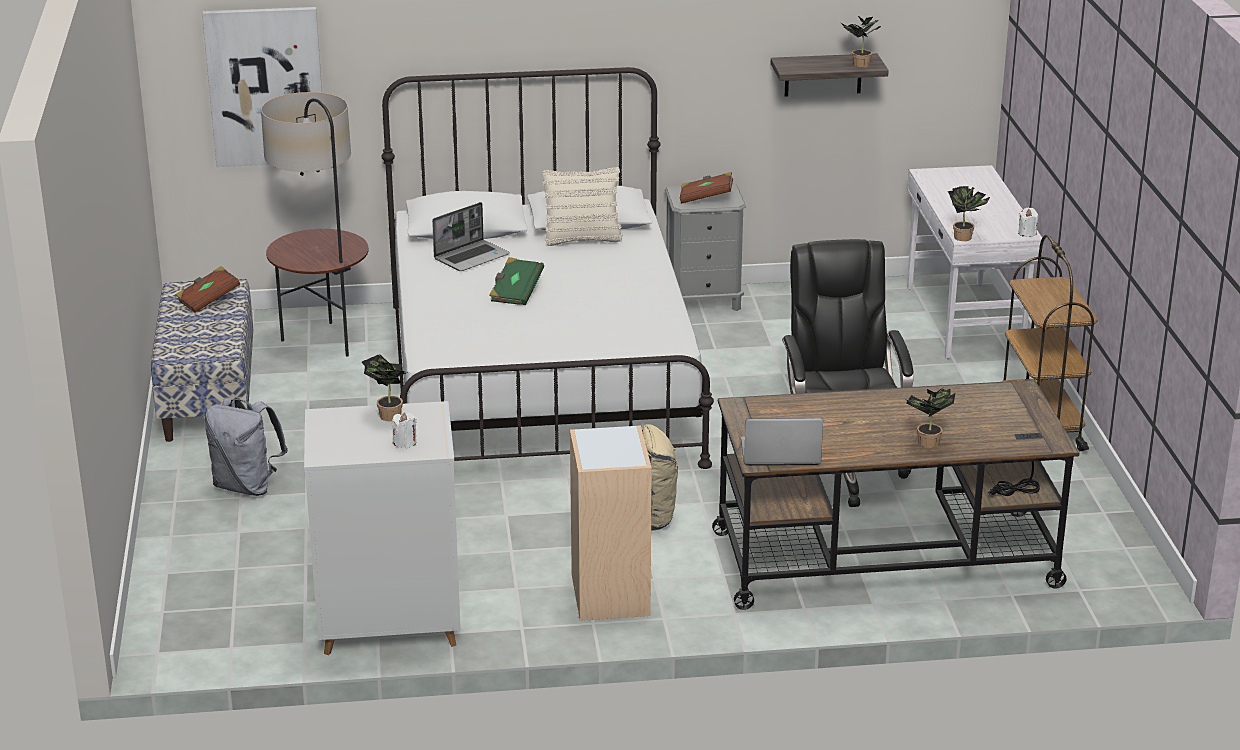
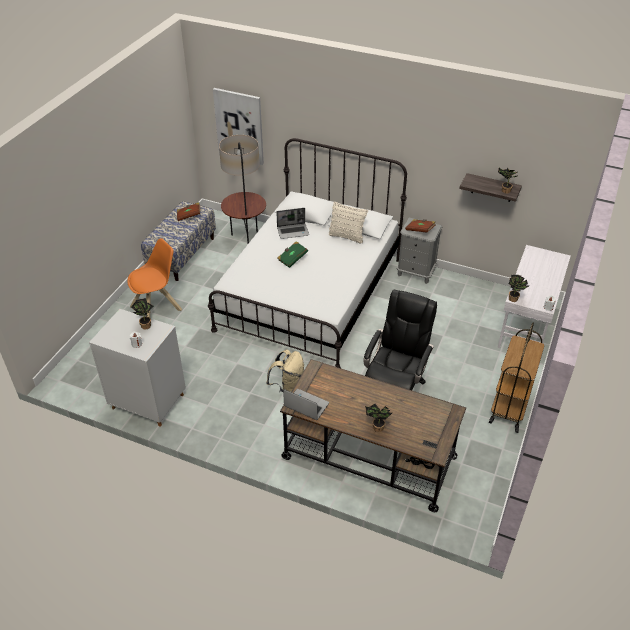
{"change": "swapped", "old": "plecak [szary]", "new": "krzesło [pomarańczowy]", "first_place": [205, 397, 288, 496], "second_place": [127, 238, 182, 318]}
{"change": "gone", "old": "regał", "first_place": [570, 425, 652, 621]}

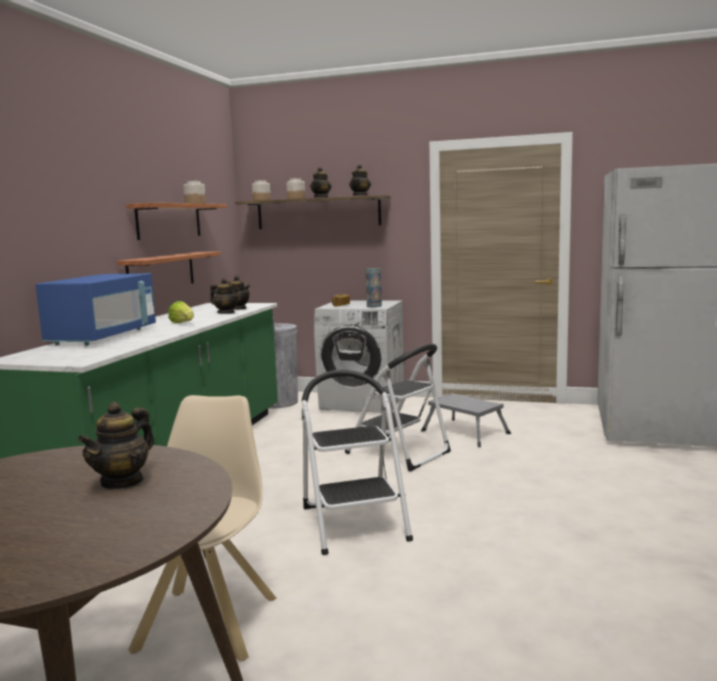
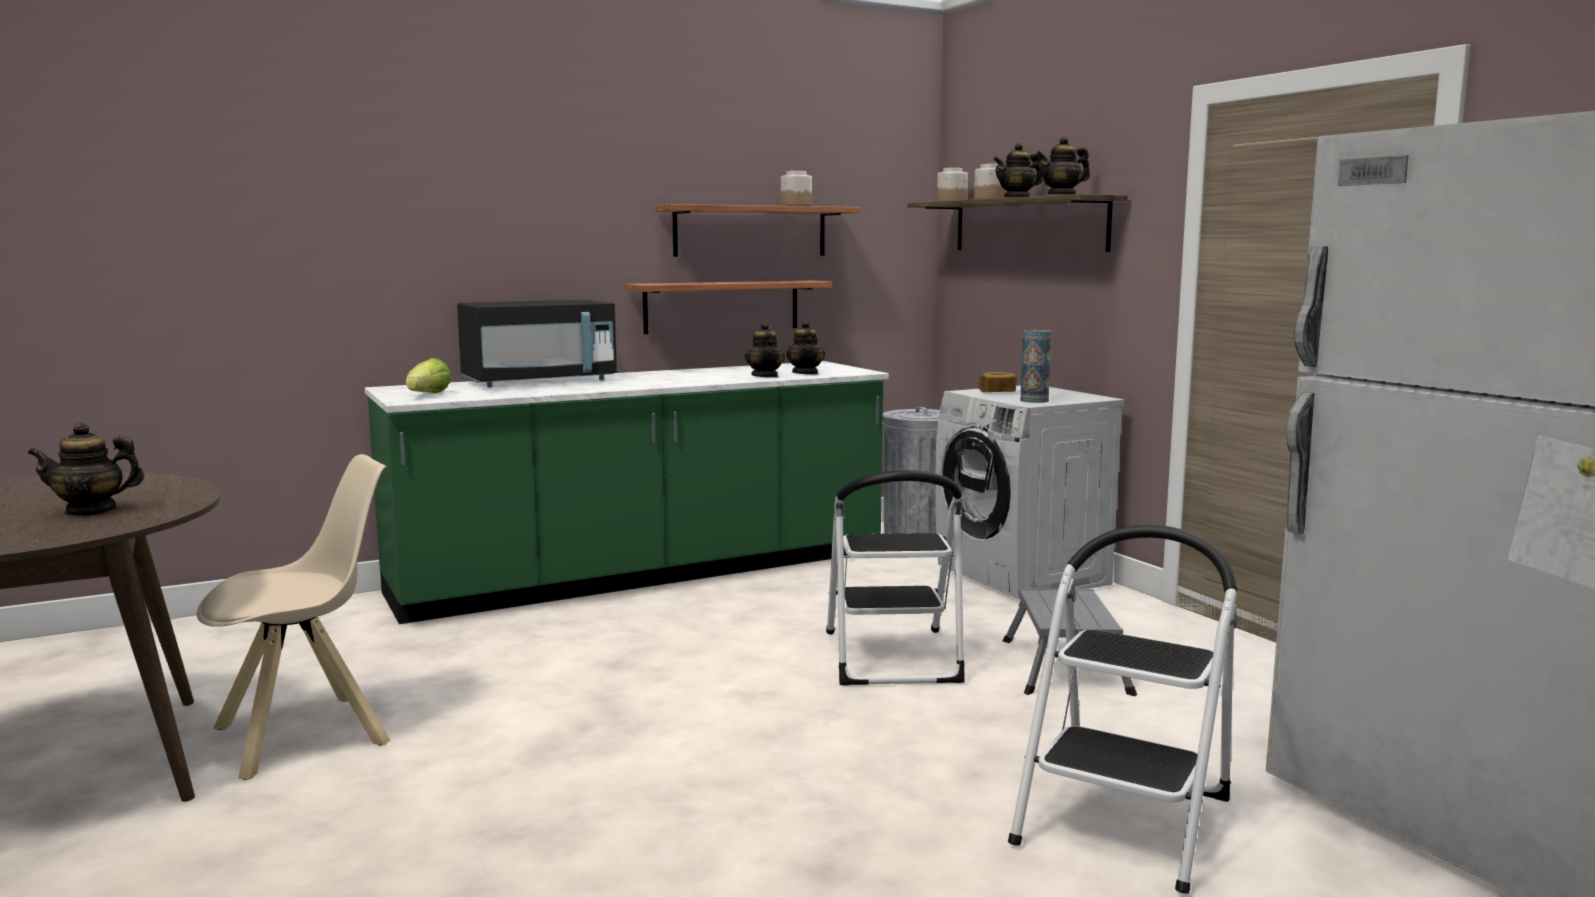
{"change": "shifted", "old": "sałata", "first_place": [168, 301, 194, 323], "second_place": [406, 358, 452, 393]}
{"change": "repainted", "old": "mikrofalówka [niebieski]", "new": "mikrofalówka [czarny]", "first_place": [36, 273, 156, 346], "second_place": [457, 300, 617, 387]}
{"change": "shifted", "old": "drabinka", "first_place": [302, 370, 413, 555], "second_place": [1008, 525, 1237, 894]}

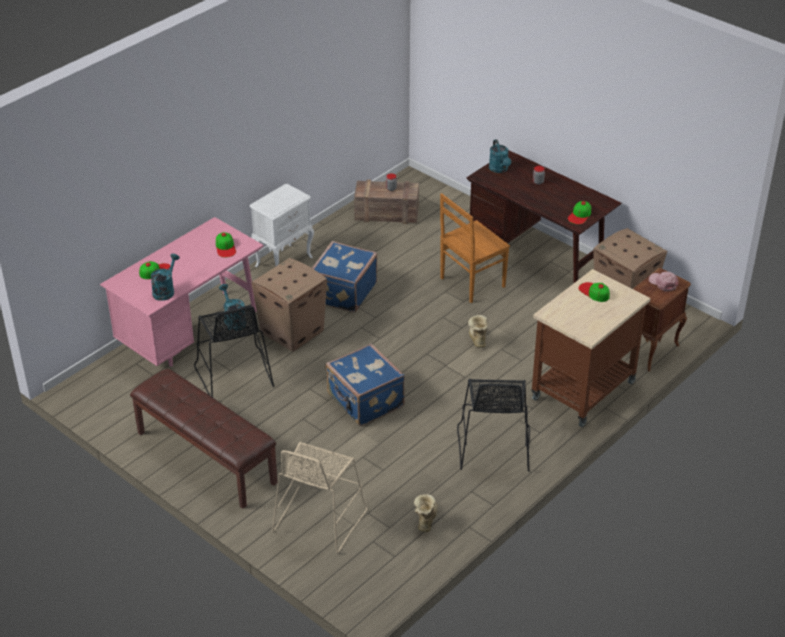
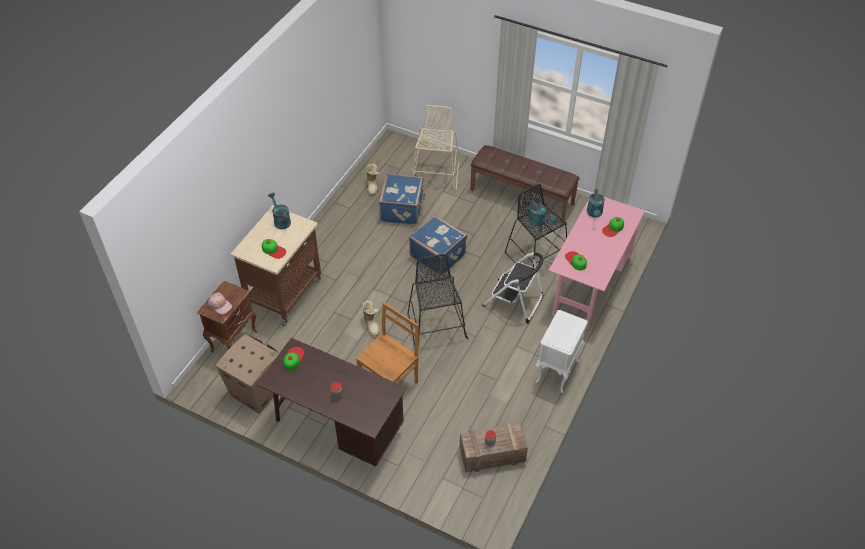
{"change": "shifted", "old": "konewka [turkusowy]", "first_place": [489, 139, 511, 173], "second_place": [268, 193, 291, 229]}
{"change": "shifted", "old": "walizka [niebieski]", "first_place": [312, 241, 377, 312], "second_place": [379, 173, 426, 225]}
{"change": "shifted", "old": "stołek [czarny]", "first_place": [457, 379, 530, 472], "second_place": [408, 254, 468, 347]}
{"change": "swapped", "old": "karton", "new": "drabinka", "first_place": [251, 258, 327, 352], "second_place": [482, 252, 544, 324]}

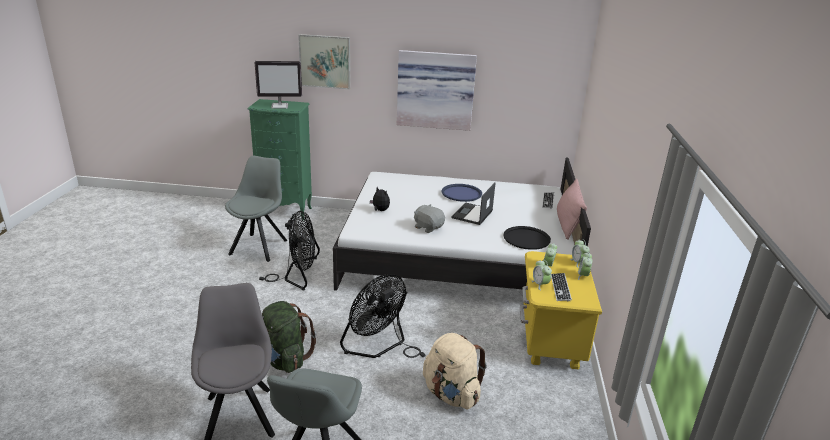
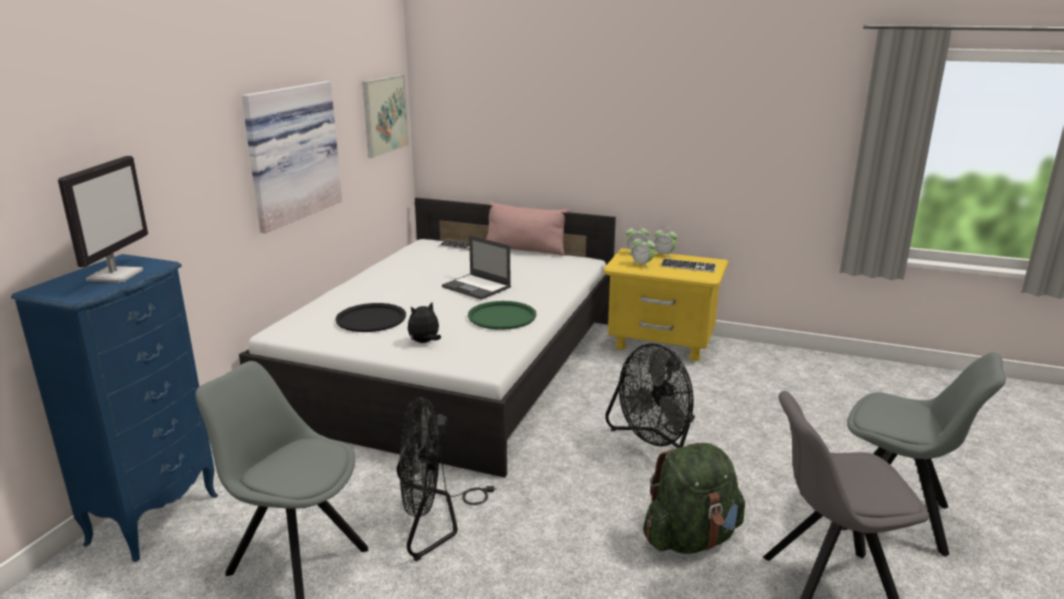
{"change": "repainted", "old": "komoda [zielony]", "new": "komoda [niebieski]", "first_place": [248, 99, 312, 220], "second_place": [11, 254, 218, 562]}
{"change": "shifted", "old": "taca [czarny]", "first_place": [503, 226, 551, 250], "second_place": [335, 303, 406, 332]}
{"change": "shifted", "old": "obraz", "first_place": [298, 34, 350, 89], "second_place": [362, 75, 408, 158]}
{"change": "rotated", "old": "wentylator [czarny]", "first_place": [259, 211, 320, 291], "second_place": [397, 397, 496, 562], "degrees": -120}
{"change": "swapped", "old": "pluszak [szary]", "new": "taca [zielony]", "first_place": [414, 204, 445, 233], "second_place": [468, 301, 536, 330]}
{"change": "gone", "old": "plecak [beżowy]", "first_place": [423, 333, 487, 409]}
{"change": "gone", "old": "taca [niebieski]", "first_place": [442, 184, 482, 202]}
{"change": "gone", "old": "budzik", "first_place": [531, 260, 552, 291]}

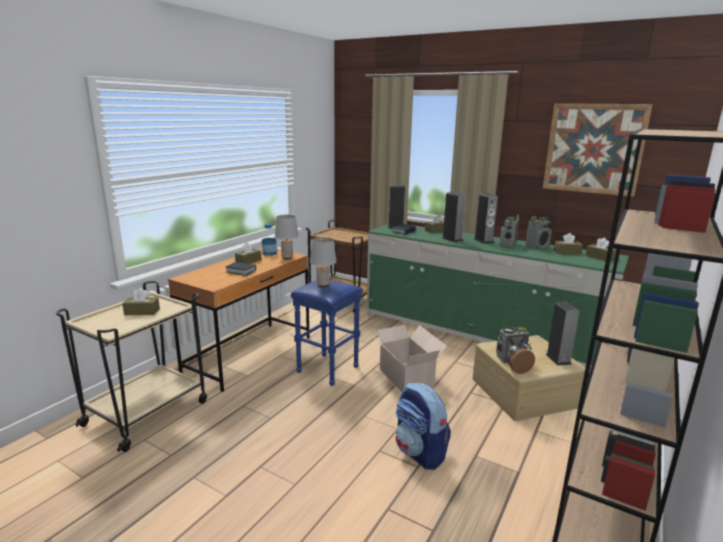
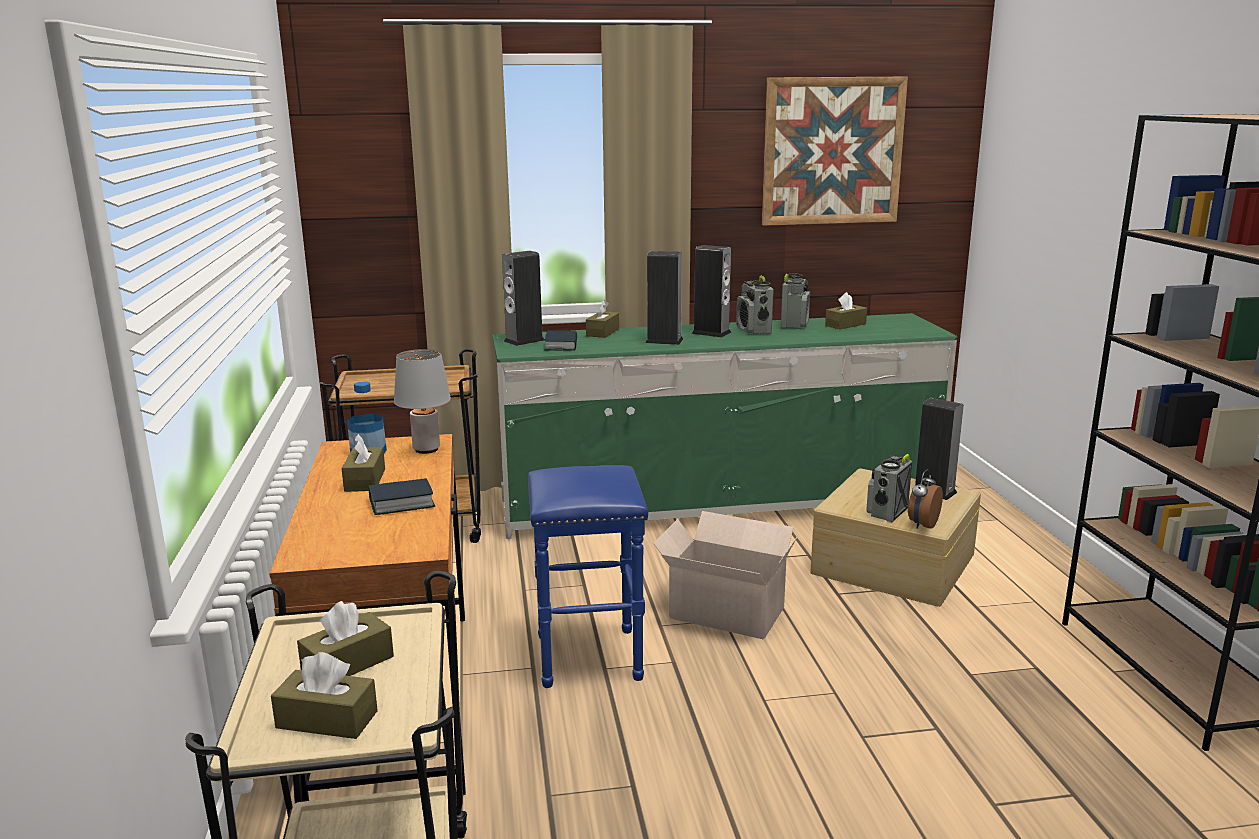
{"change": "shifted", "old": "pudełko chusteczek [brązowy]", "first_place": [586, 238, 617, 261], "second_place": [271, 652, 378, 739]}
{"change": "gone", "old": "lampa stołowa [szary]", "first_place": [310, 237, 337, 287]}
{"change": "gone", "old": "plecak", "first_place": [396, 382, 451, 470]}

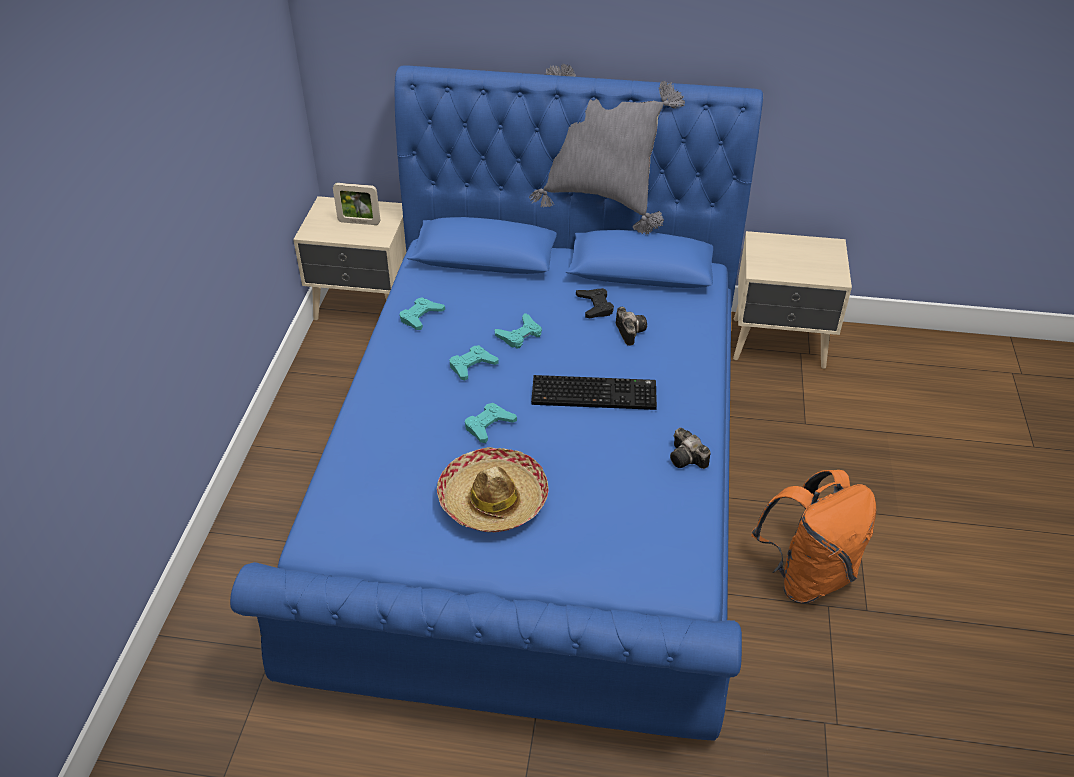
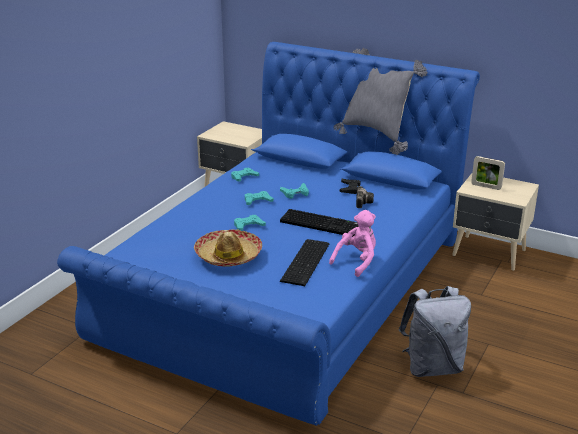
{"change": "new", "new": "klawiatura", "second_place": [280, 239, 329, 286]}
{"change": "swapped", "old": "aparat fotograficzny", "new": "pluszak [różowy]", "first_place": [670, 428, 711, 469], "second_place": [329, 210, 376, 277]}
{"change": "repainted", "old": "plecak [pomarańczowy]", "new": "plecak [szary]", "first_place": [751, 470, 876, 604], "second_place": [399, 286, 471, 377]}
{"change": "shifted", "old": "ramka na zdjęcie", "first_place": [333, 183, 380, 225], "second_place": [471, 156, 505, 190]}

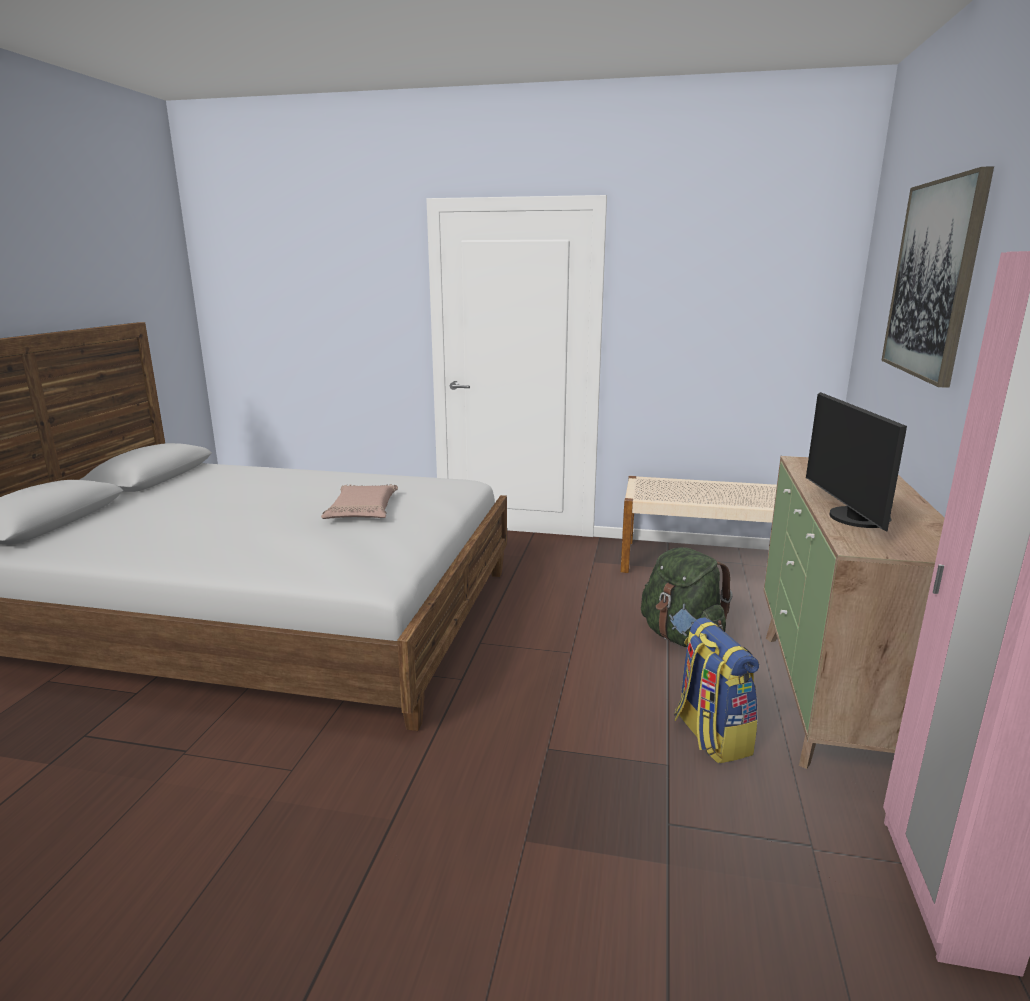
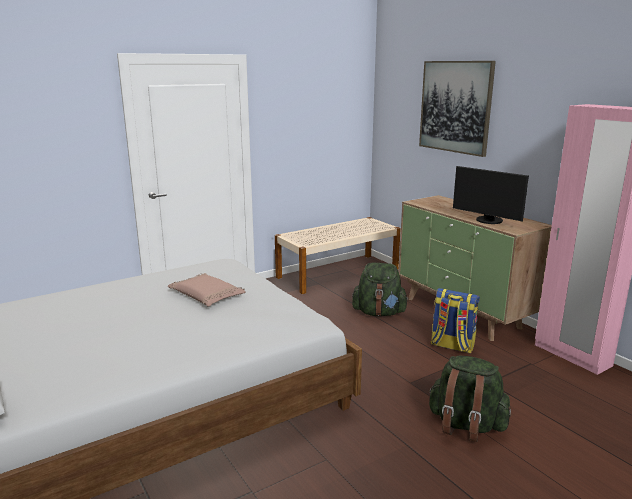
{"change": "new", "new": "plecak [zielony]", "second_place": [428, 356, 511, 442]}

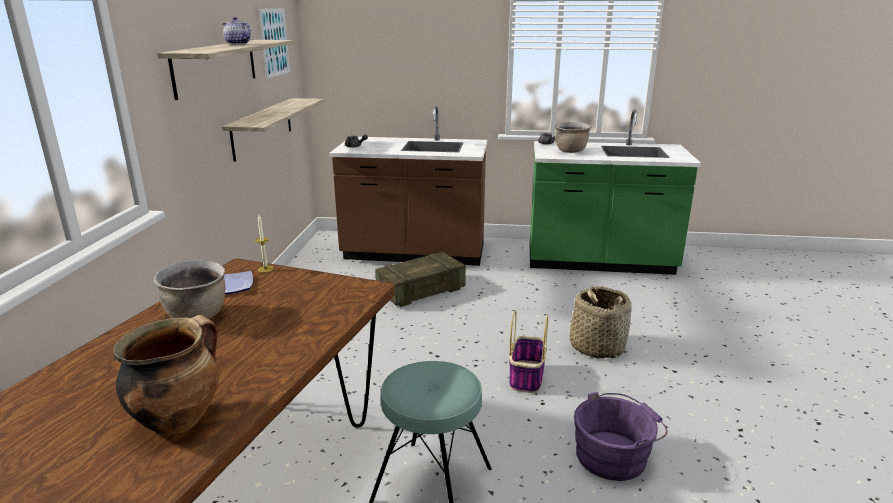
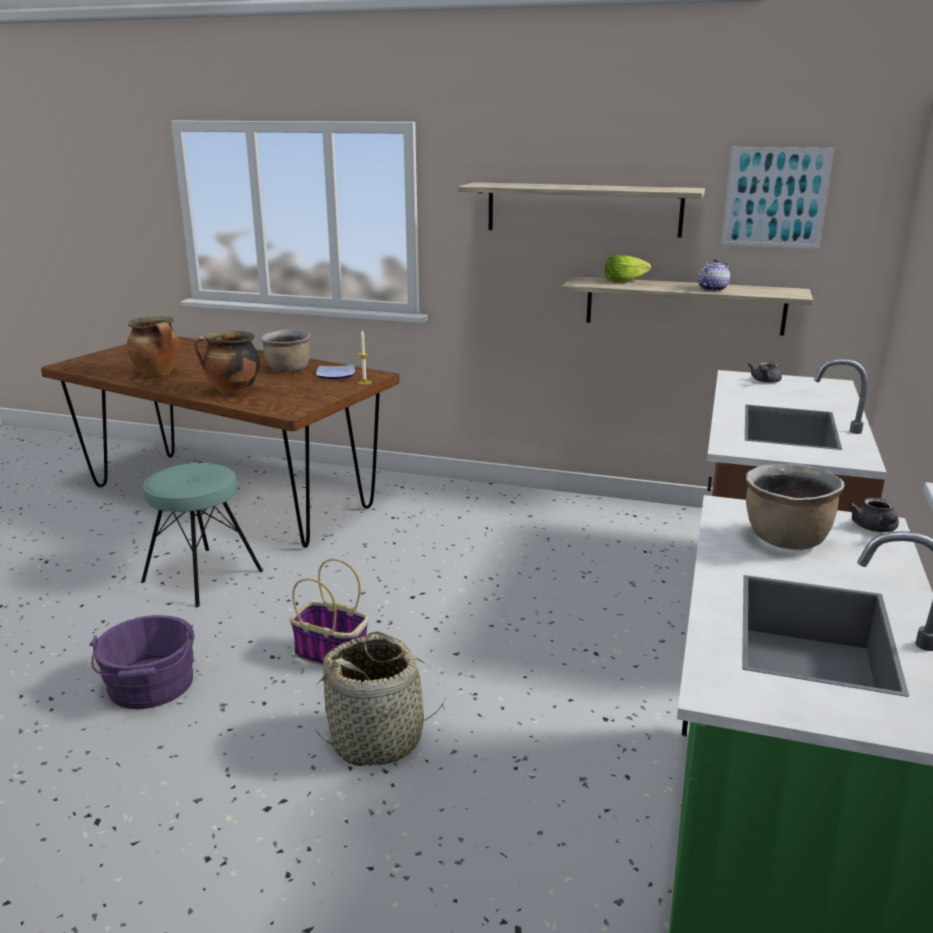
{"change": "new", "new": "garnek", "second_place": [194, 331, 260, 395]}
{"change": "new", "new": "sałata", "second_place": [605, 255, 651, 282]}
{"change": "shifted", "old": "imbryk", "first_place": [222, 17, 251, 45], "second_place": [698, 258, 730, 291]}
{"change": "gone", "old": "skrzynka", "first_place": [375, 252, 466, 307]}

